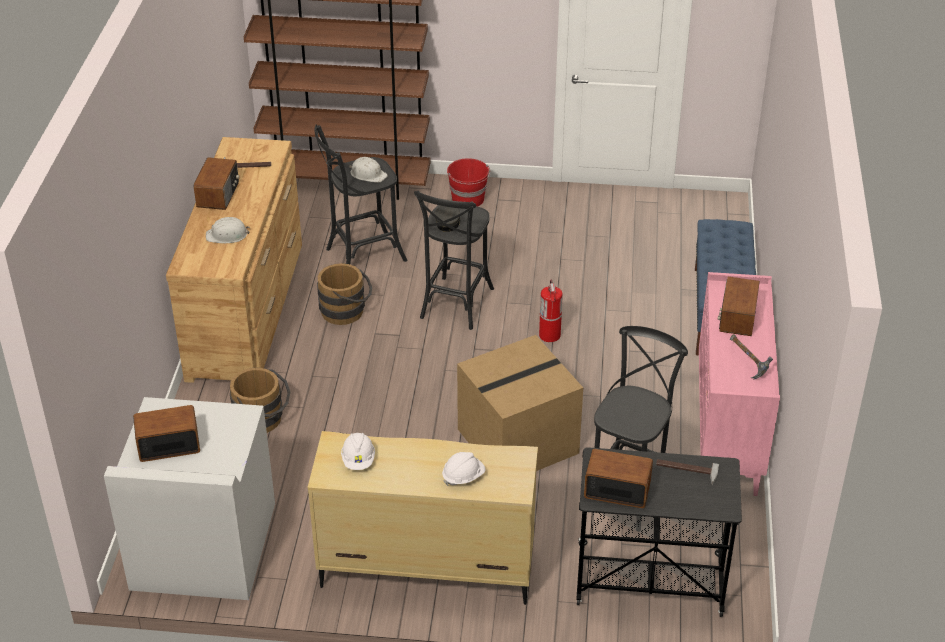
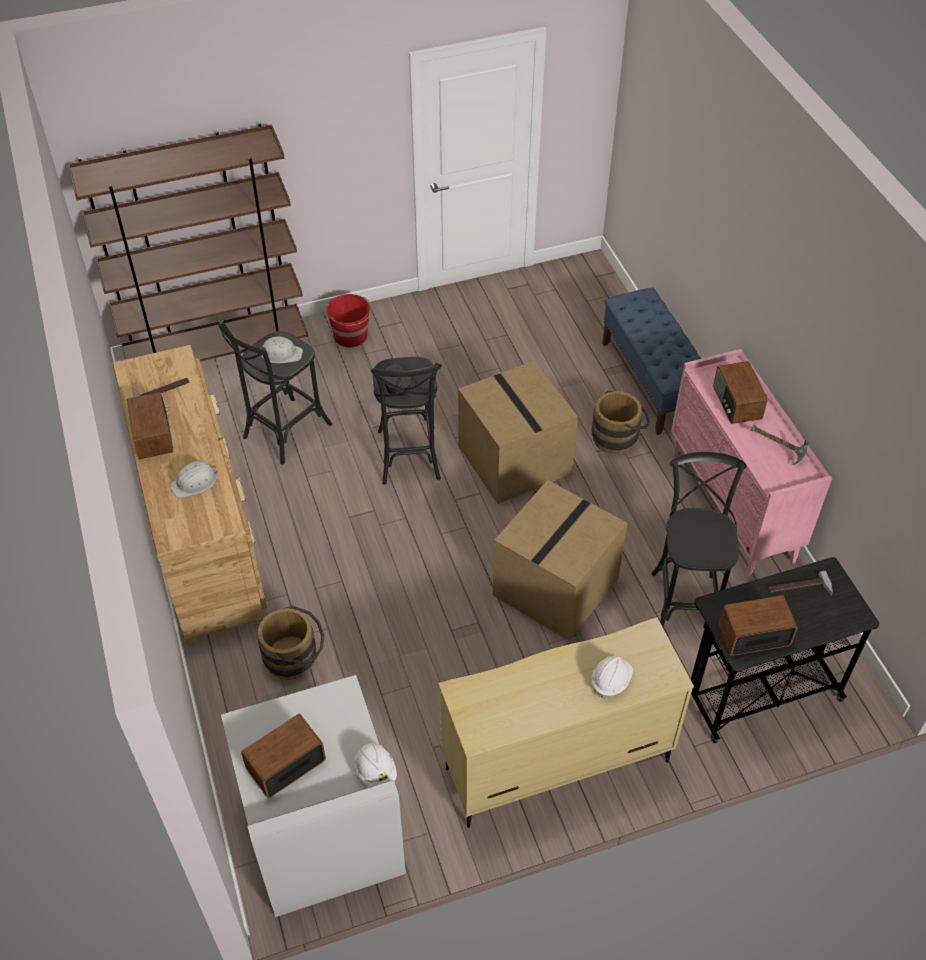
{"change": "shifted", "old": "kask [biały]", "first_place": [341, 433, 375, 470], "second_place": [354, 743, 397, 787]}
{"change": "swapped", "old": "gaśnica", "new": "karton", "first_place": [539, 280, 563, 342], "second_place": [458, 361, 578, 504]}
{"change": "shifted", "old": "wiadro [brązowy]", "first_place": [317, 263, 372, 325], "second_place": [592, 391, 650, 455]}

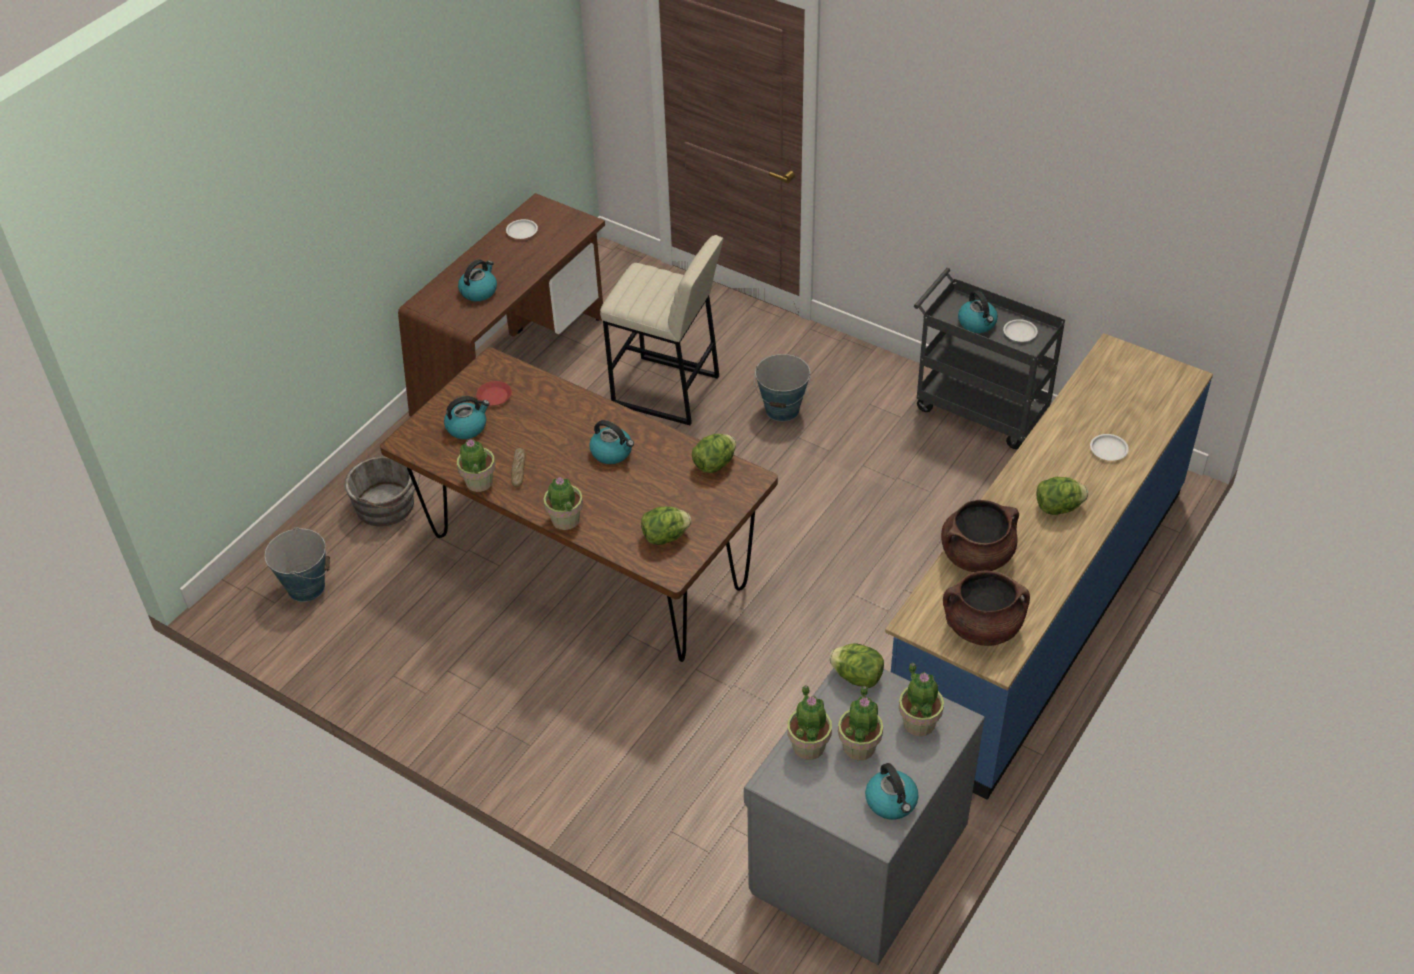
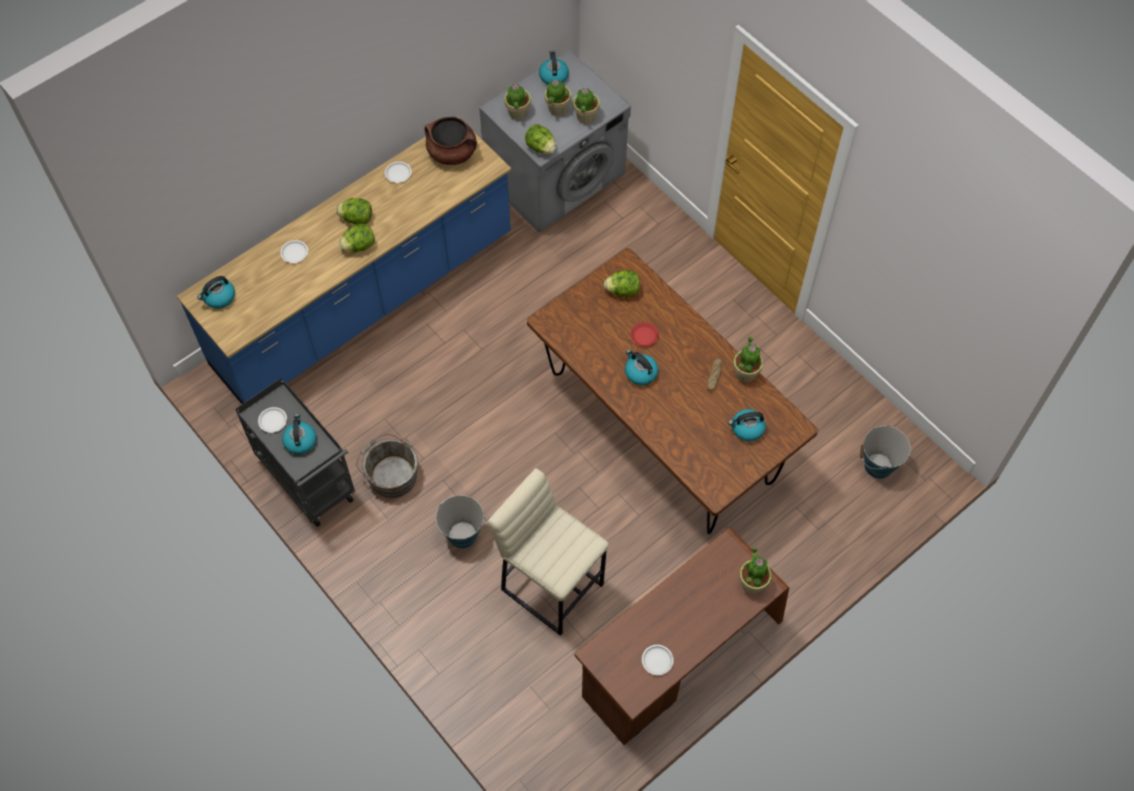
{"change": "shifted", "old": "czajnik", "first_place": [458, 259, 497, 301], "second_place": [197, 276, 235, 309]}
{"change": "shifted", "old": "sałata", "first_place": [692, 434, 736, 473], "second_place": [339, 224, 375, 252]}
{"change": "shifted", "old": "wiadro [szary]", "first_place": [345, 456, 421, 526], "second_place": [356, 434, 418, 498]}
{"change": "new", "new": "talerz [biały]", "second_place": [385, 161, 412, 183]}
{"change": "shifted", "old": "talerz [czerwony]", "first_place": [476, 381, 512, 406], "second_place": [631, 322, 659, 347]}
{"change": "shifted", "old": "roślina doniczkowa", "first_place": [544, 477, 583, 530], "second_place": [739, 547, 771, 594]}
{"change": "gone", "old": "garnek [brązowy]", "first_place": [941, 500, 1019, 572]}

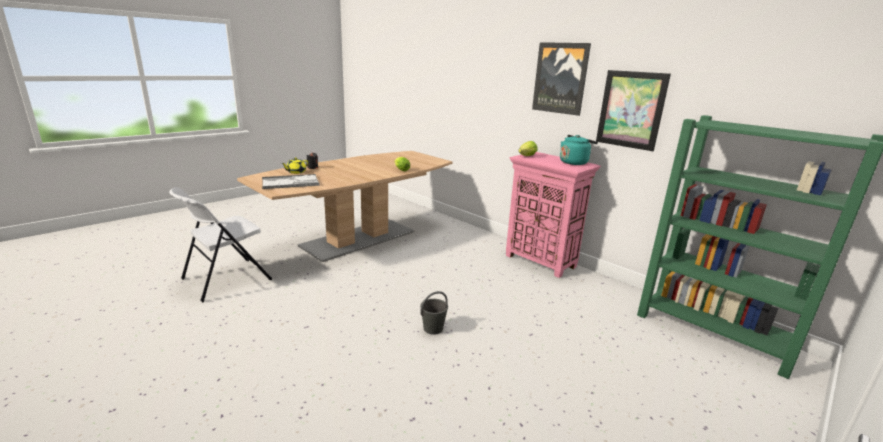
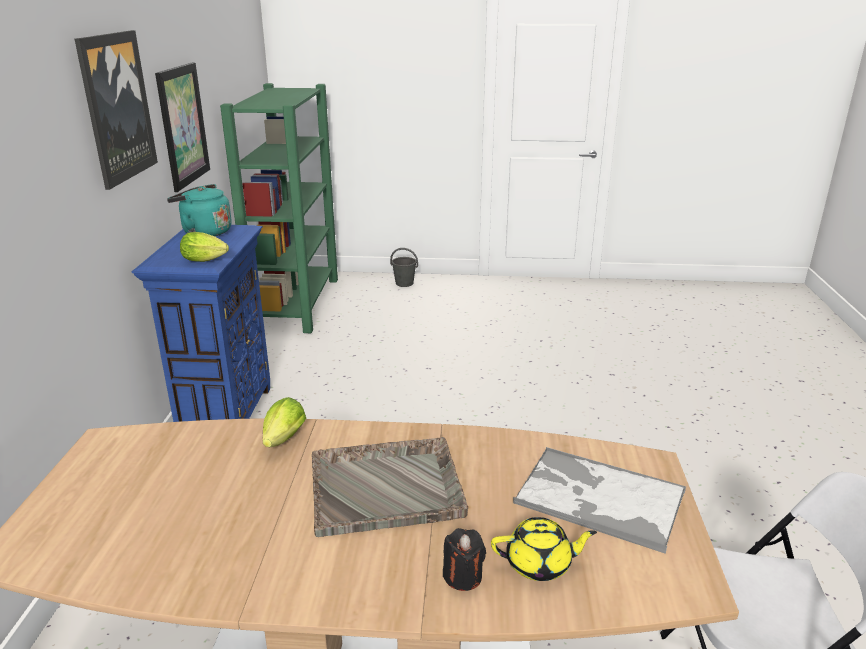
{"change": "repainted", "old": "szafka [różowy]", "new": "szafka [niebieski]", "first_place": [506, 152, 601, 278], "second_place": [131, 225, 270, 422]}
{"change": "new", "new": "taca [szary]", "second_place": [312, 437, 468, 537]}
{"change": "shifted", "old": "wiadro [szary]", "first_place": [420, 291, 448, 335], "second_place": [390, 248, 418, 287]}

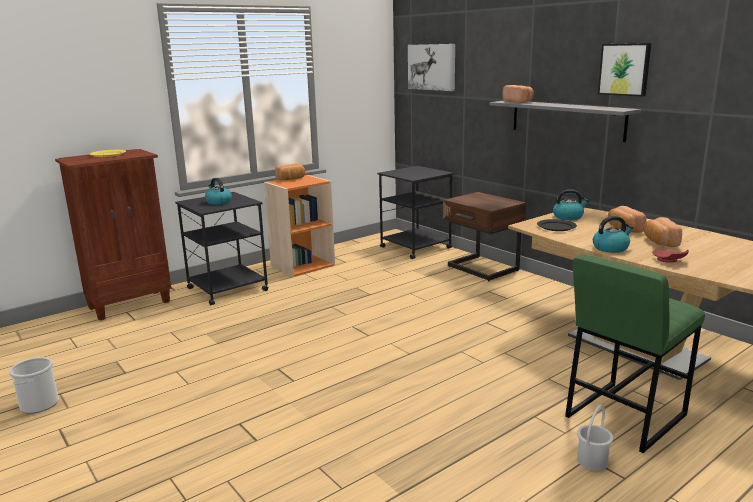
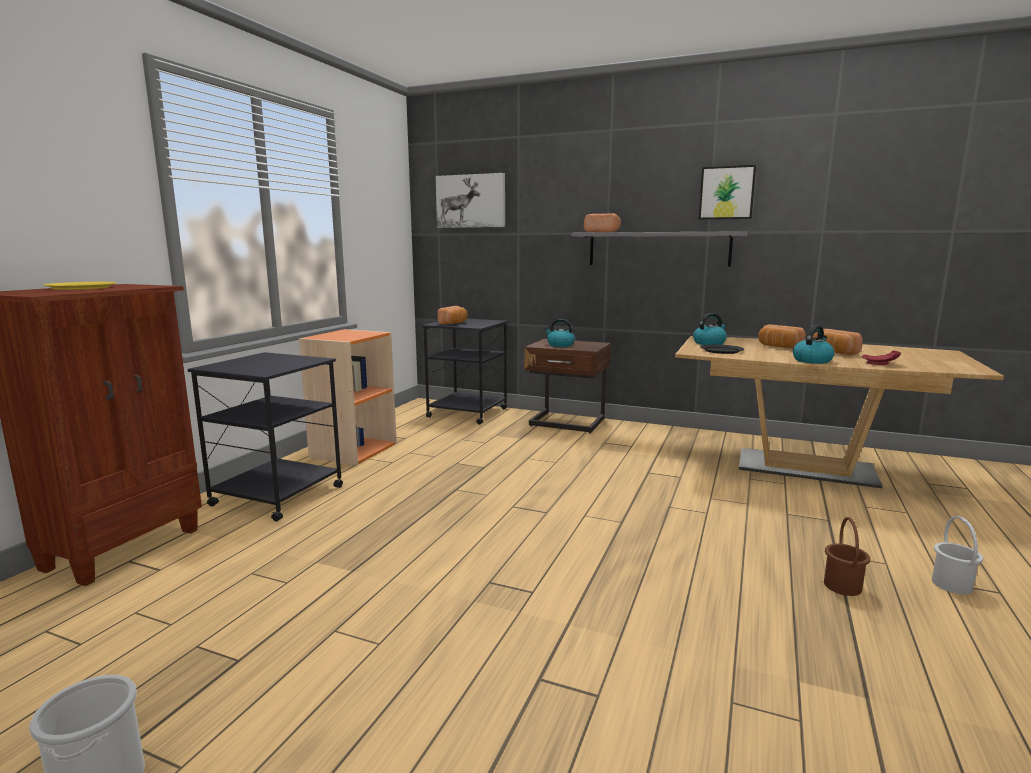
{"change": "shifted", "old": "chleb", "first_place": [275, 163, 305, 180], "second_place": [438, 306, 467, 325]}
{"change": "shifted", "old": "czajnik", "first_place": [205, 178, 232, 205], "second_place": [544, 319, 575, 347]}
{"change": "new", "new": "wiadro [brązowy]", "second_place": [824, 517, 870, 596]}
{"change": "gone", "old": "krzesło [zielony]", "first_place": [565, 254, 705, 453]}

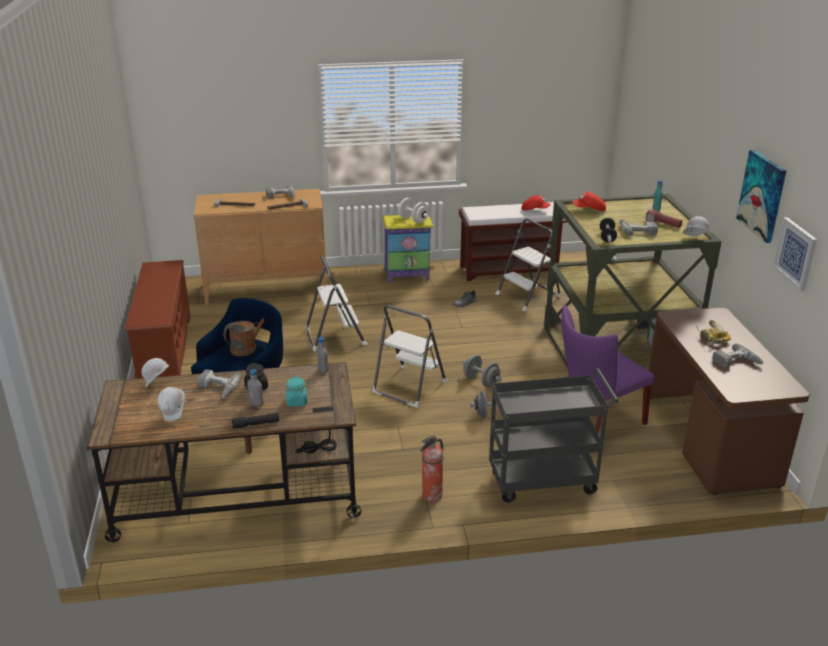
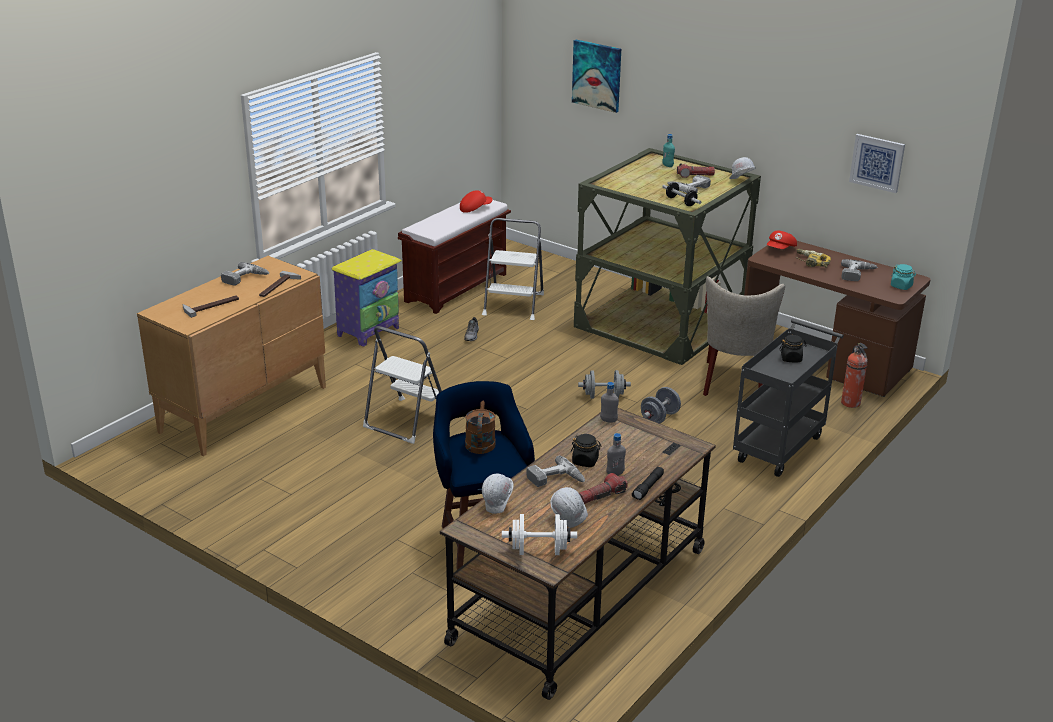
{"change": "shifted", "old": "hantel [biały]", "first_place": [398, 198, 429, 224], "second_place": [502, 514, 577, 555]}
{"change": "shifted", "old": "obraz", "first_place": [736, 150, 786, 243], "second_place": [572, 40, 621, 113]}
{"change": "new", "new": "latarka", "second_place": [579, 473, 627, 504]}
{"change": "repainted", "old": "krzesło [fioletowy]", "new": "krzesło [beżowy]", "first_place": [561, 305, 655, 433], "second_place": [703, 276, 785, 396]}
{"change": "shifted", "old": "czapka z daszkiem [czerwony]", "first_place": [572, 192, 606, 211], "second_place": [766, 231, 797, 249]}
{"change": "new", "new": "słoik [czarny]", "second_place": [779, 335, 807, 362]}
{"change": "shifted", "old": "gaśnica", "first_place": [420, 435, 444, 502], "second_place": [841, 343, 868, 408]}
{"change": "shifted", "old": "słoik [turkusowy]", "first_place": [286, 377, 307, 406], "second_place": [891, 264, 916, 290]}
{"change": "gone", "old": "regał na buty [brązowy]", "first_place": [124, 260, 191, 379]}
{"change": "gone", "old": "drabinka [biały]", "first_place": [372, 305, 448, 408]}

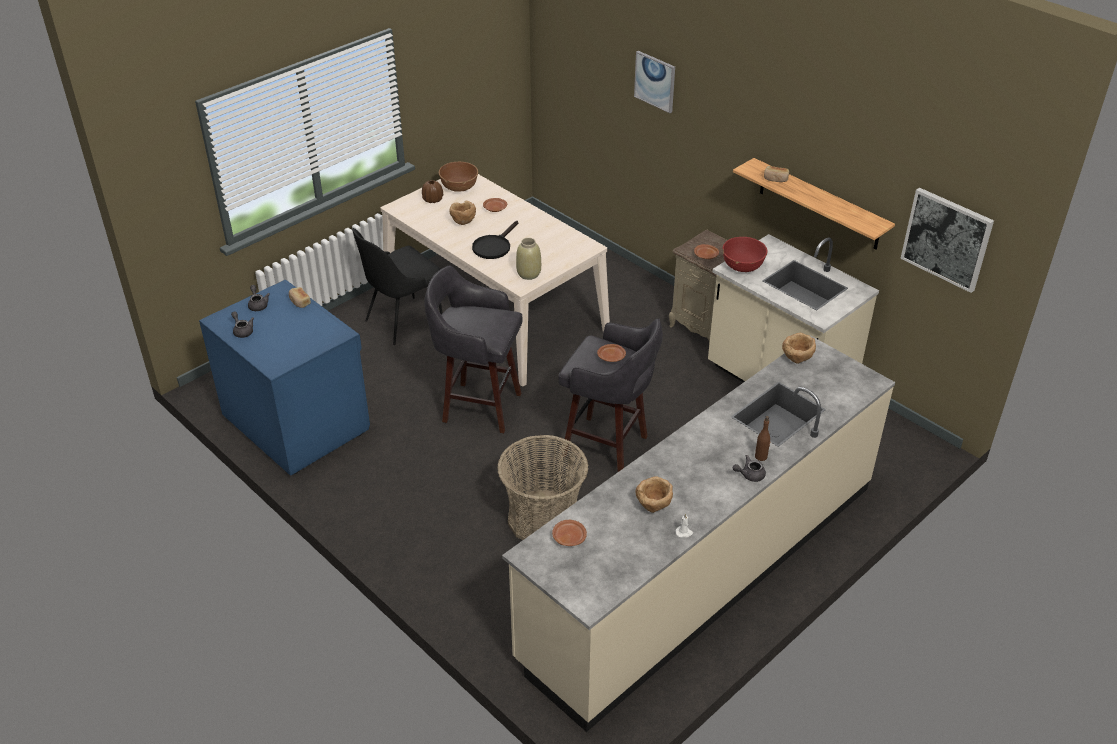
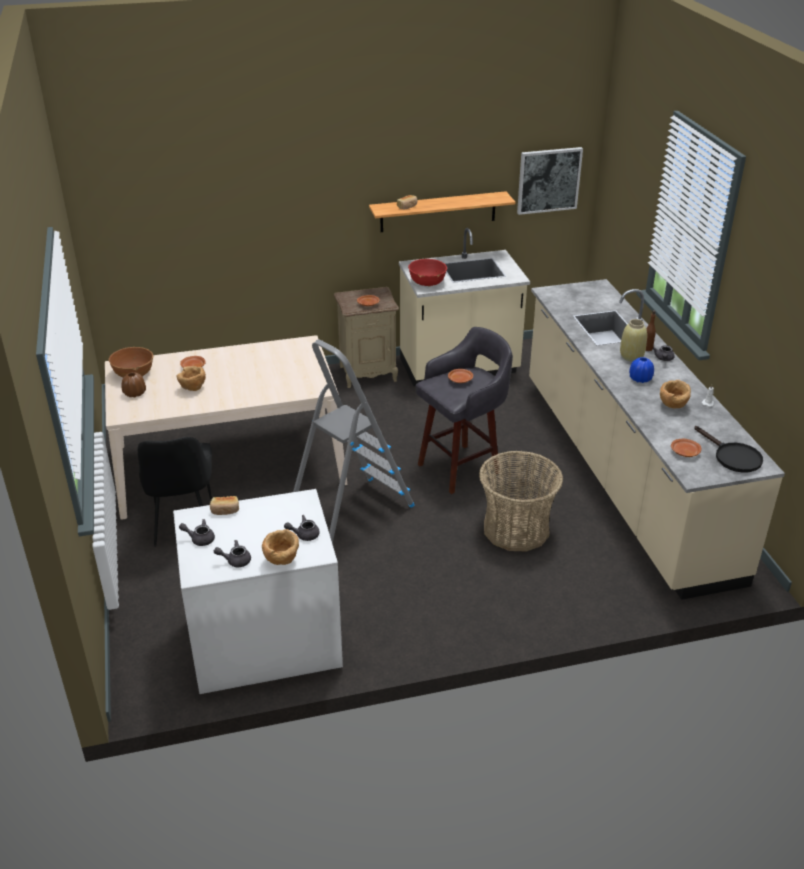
{"change": "repainted", "old": "pralka [niebieski]", "new": "pralka [biały]", "first_place": [199, 280, 370, 476], "second_place": [173, 489, 343, 694]}
{"change": "shifted", "old": "miska [brązowy]", "first_place": [782, 333, 816, 364], "second_place": [262, 529, 299, 565]}
{"change": "new", "new": "imbryk [szary]", "second_place": [284, 515, 320, 541]}
{"change": "swapped", "old": "stołek [szary]", "new": "drabinka [szary]", "first_place": [424, 265, 522, 433], "second_place": [293, 340, 415, 544]}
{"change": "shifted", "old": "wazon [beżowy]", "first_place": [516, 238, 541, 280], "second_place": [620, 319, 647, 362]}
{"change": "new", "new": "wazon [niebieski]", "second_place": [629, 357, 654, 383]}
{"change": "shifted", "old": "patelnia [czarny]", "first_place": [472, 221, 518, 259], "second_place": [694, 426, 763, 473]}
{"change": "gone", "old": "obraz", "first_place": [634, 51, 675, 113]}

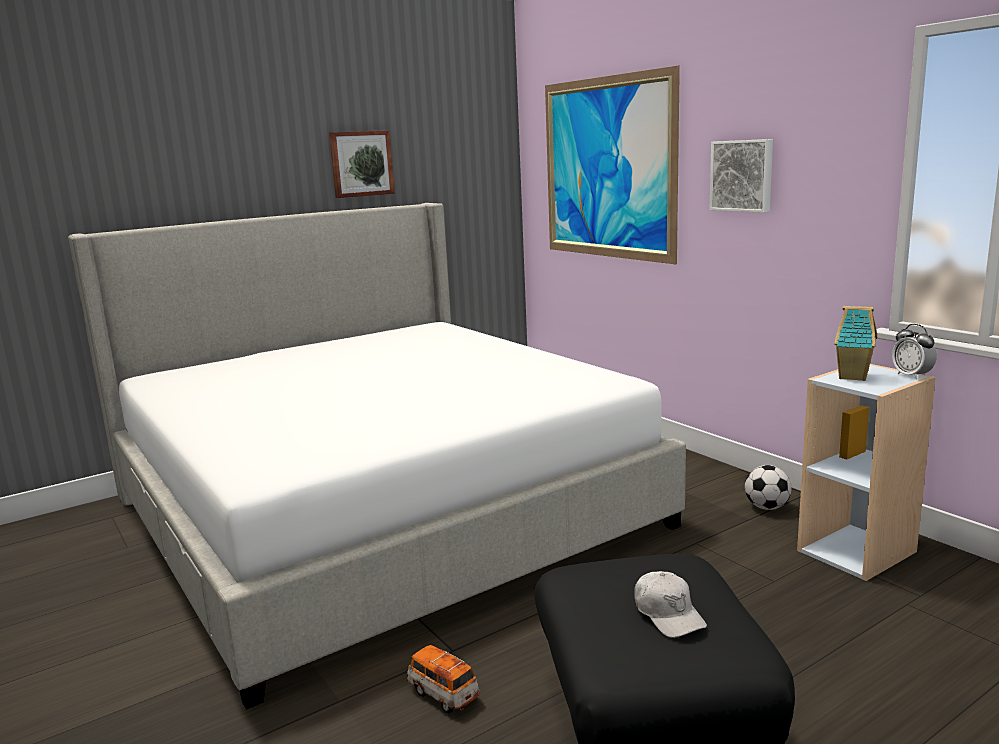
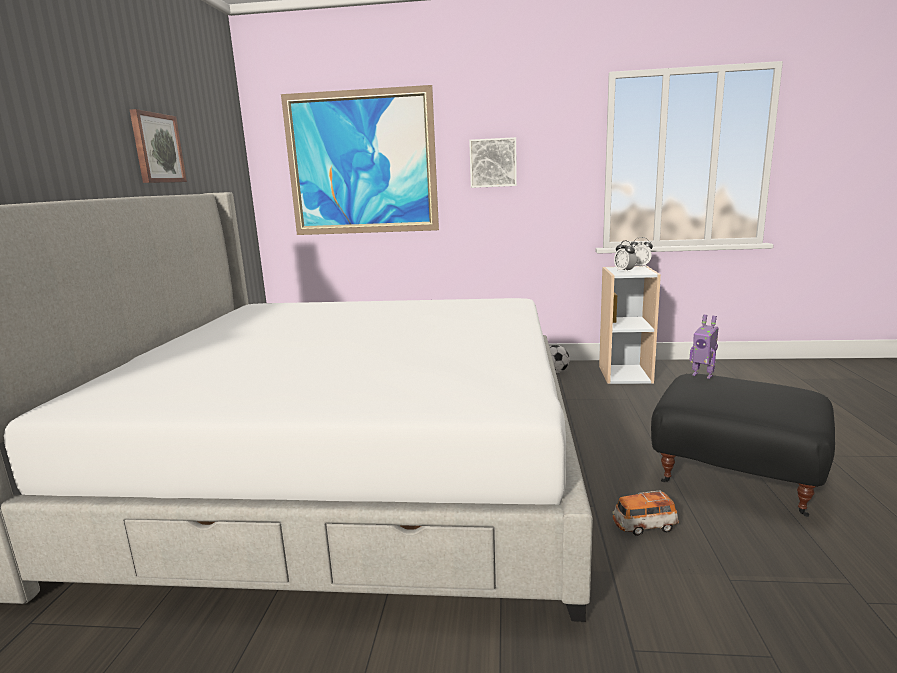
{"change": "swapped", "old": "domek", "new": "budzik", "first_place": [834, 306, 877, 381], "second_place": [614, 241, 637, 272]}
{"change": "new", "new": "robot zabawkowy", "second_place": [690, 314, 719, 379]}
{"change": "gone", "old": "czapka z daszkiem [biały]", "first_place": [634, 571, 707, 638]}

